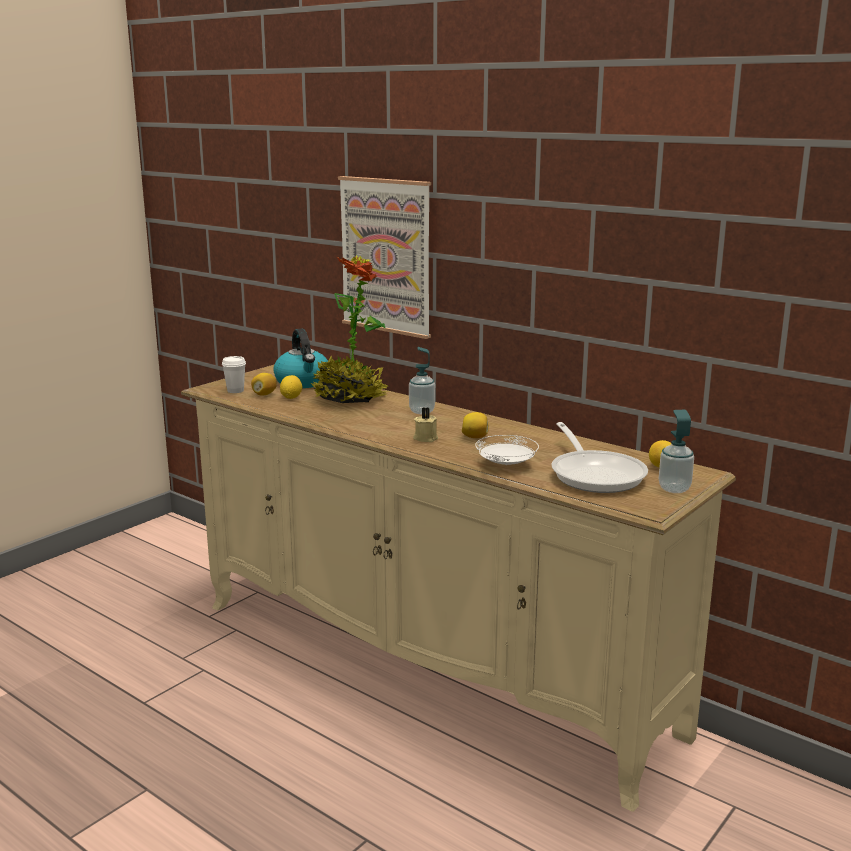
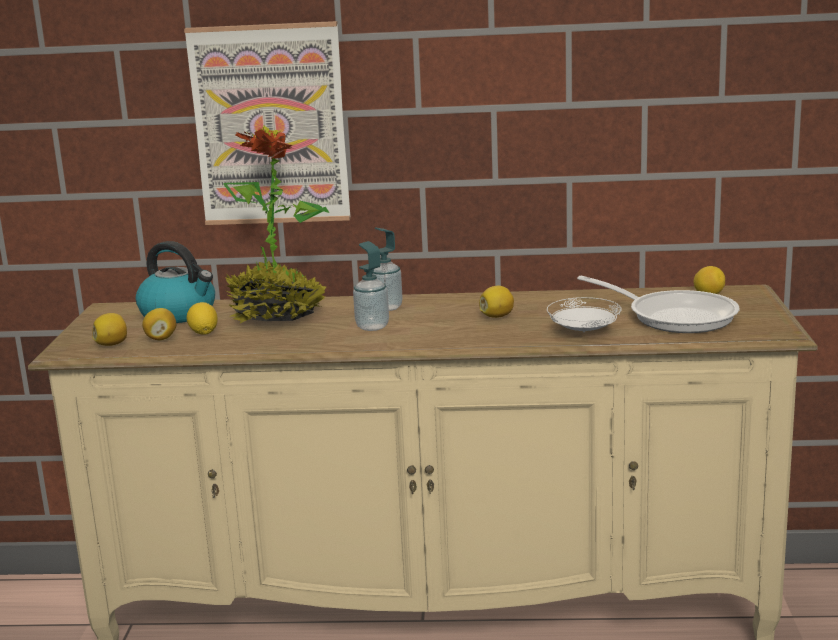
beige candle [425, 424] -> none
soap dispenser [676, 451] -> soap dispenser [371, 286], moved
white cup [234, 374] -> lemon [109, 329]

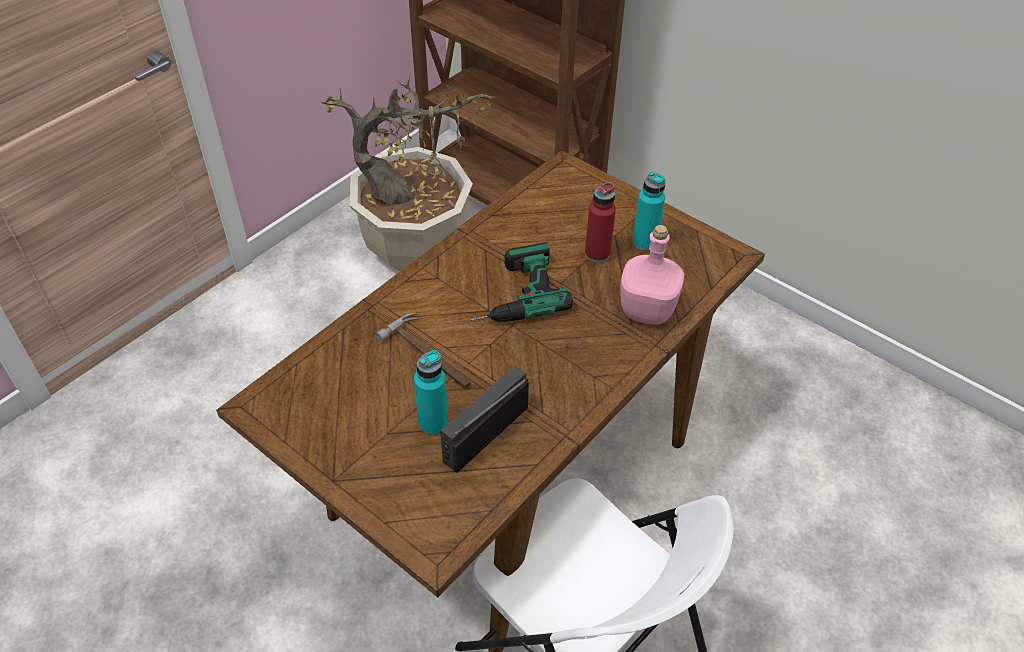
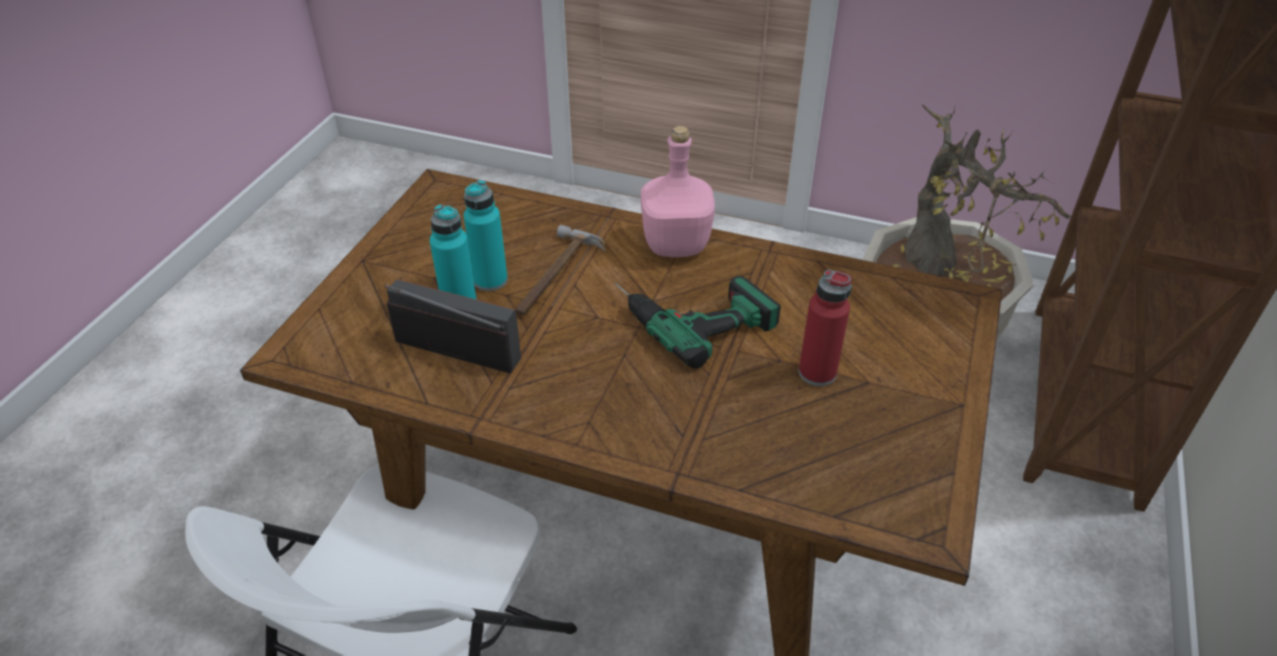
pink bottle [652, 275] -> pink bottle [678, 191], moved
turquoise bottle [648, 211] -> turquoise bottle [486, 235], moved

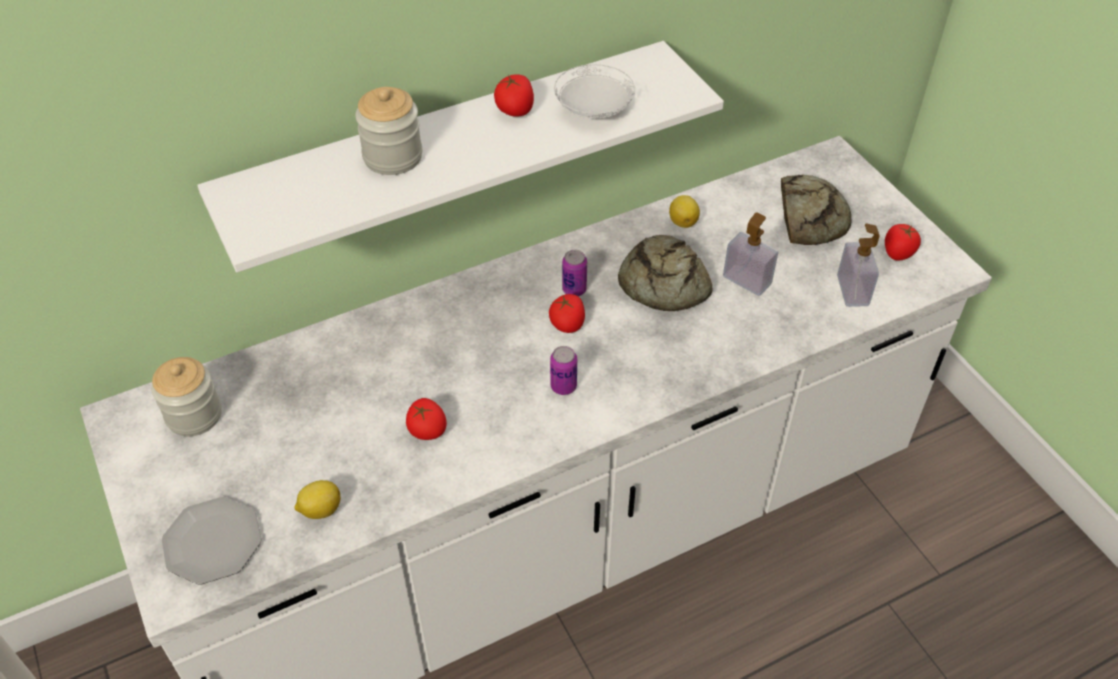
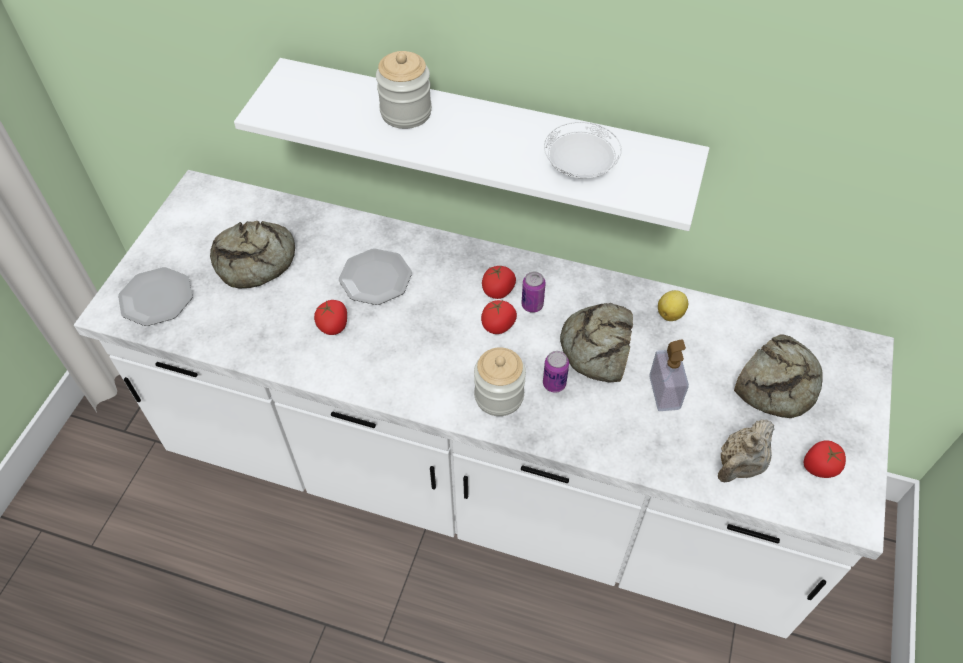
lemon [318, 499] -> none
none -> bread [252, 255]
none -> plate [375, 276]
jar [186, 396] -> jar [500, 381], moved
tomato [514, 95] -> tomato [499, 282], moved
can [563, 370] -> can [556, 372], moved
soap dispenser [858, 265] -> beige teapot [746, 450]

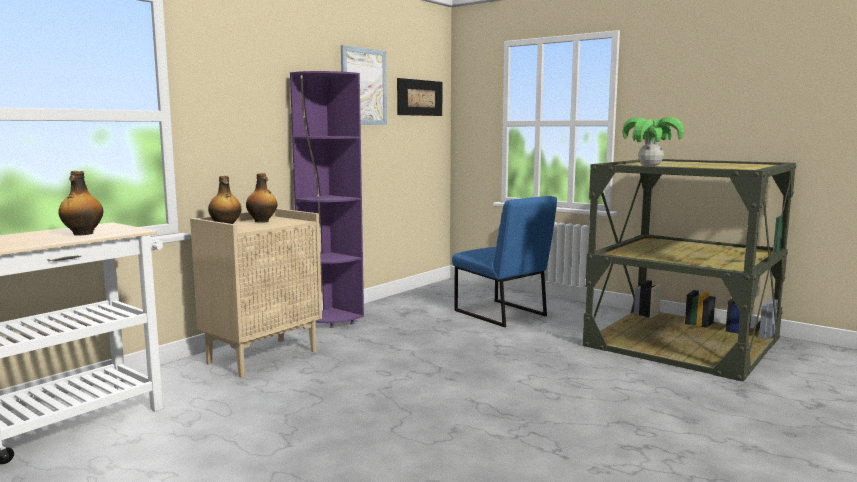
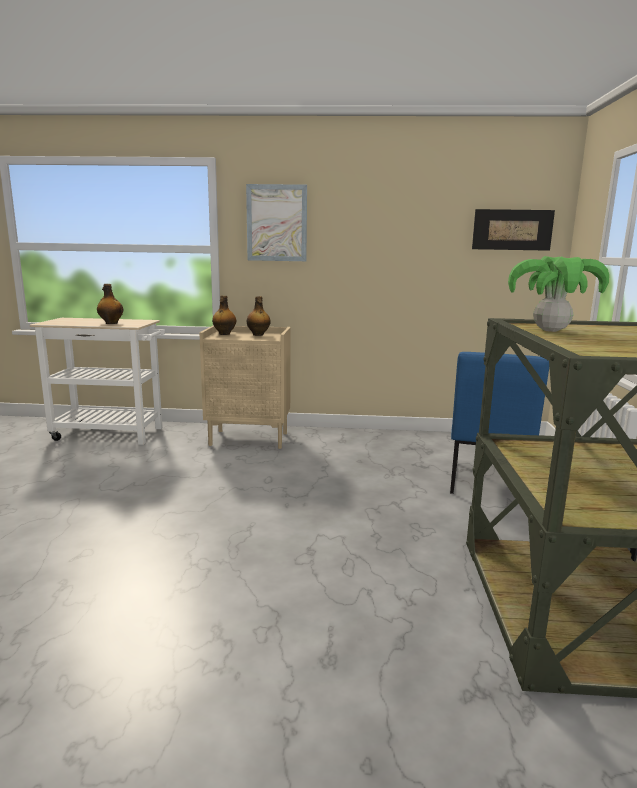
purple bookcase [327, 199] -> none
picture [364, 85] -> picture [276, 222], moved

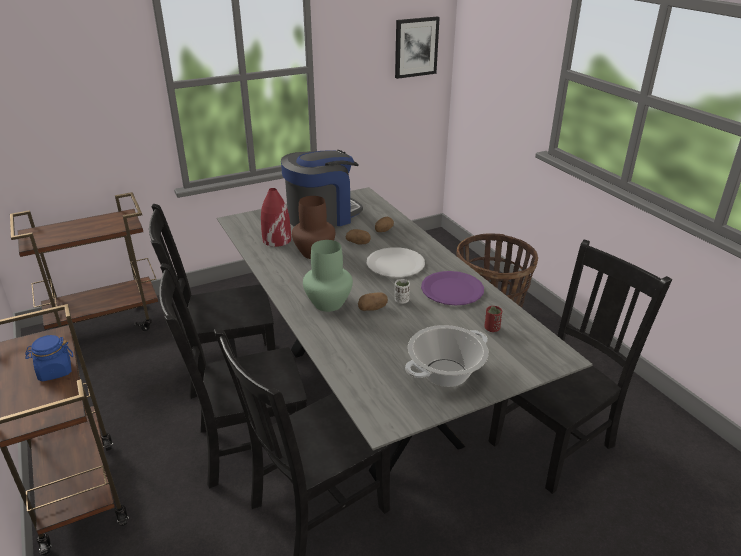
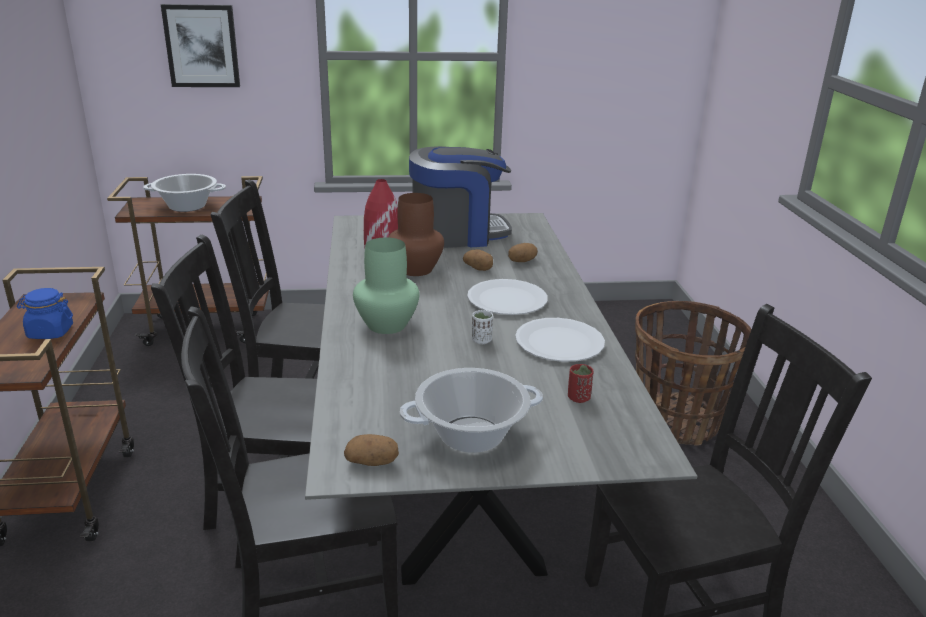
none -> cooking pot [184, 193]
potato [373, 301] -> potato [371, 450], moved
picture [417, 47] -> picture [200, 45], moved
purple plate [452, 288] -> white plate [560, 340]

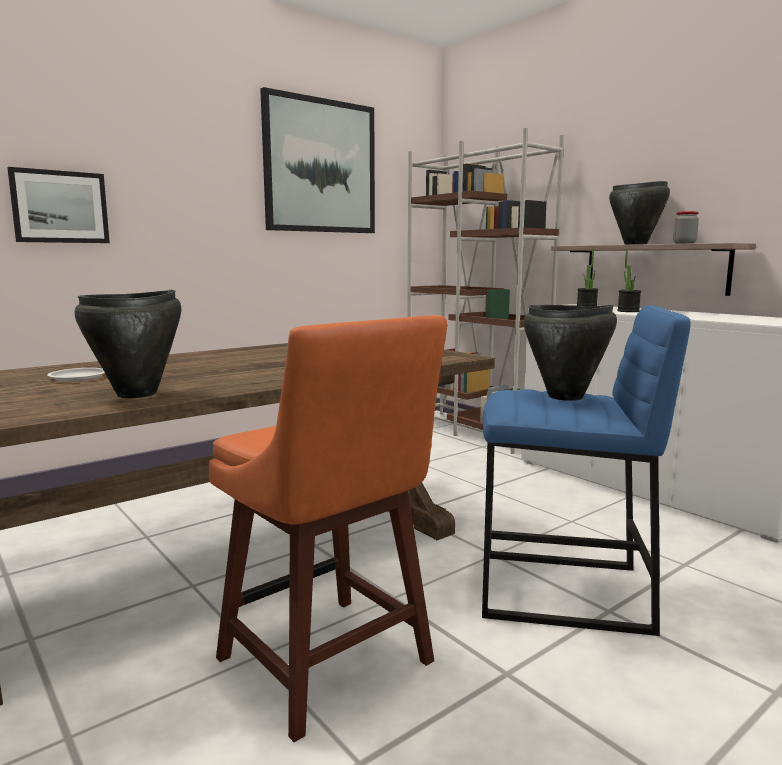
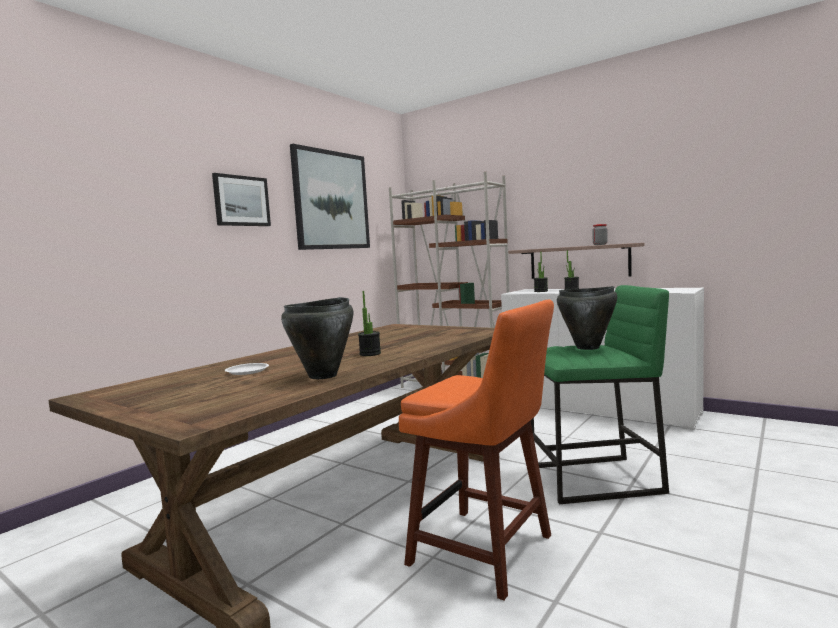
black cooking pot [639, 213] -> none
none -> potted plant [369, 323]
picture [58, 205] -> picture [241, 199], moved
blue stool [586, 471] -> green stool [600, 394]

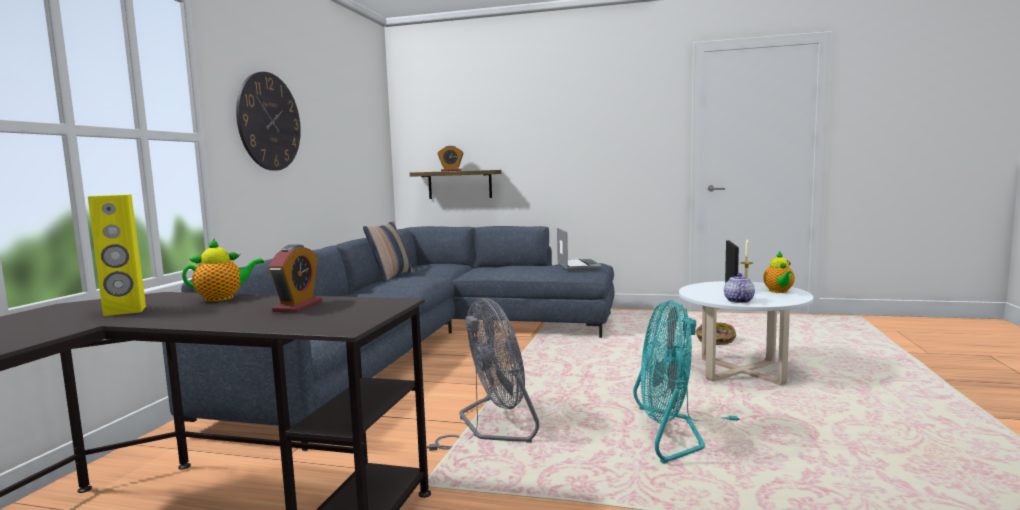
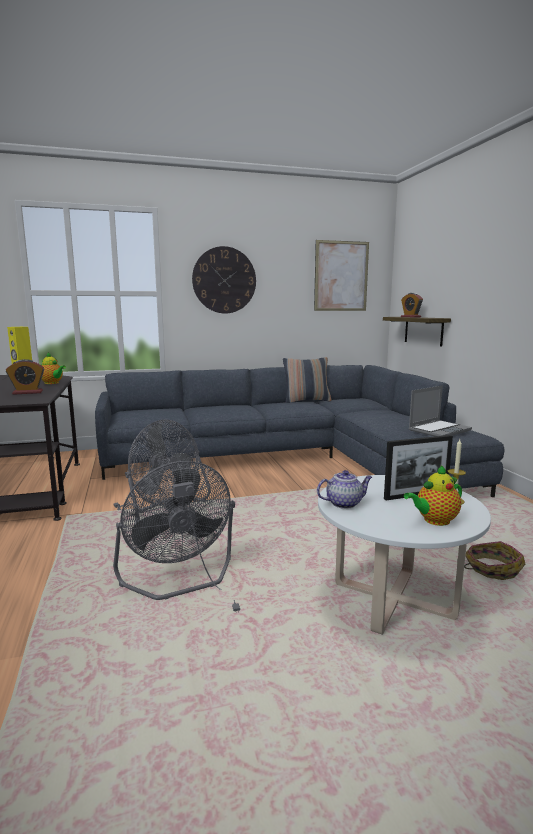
none -> picture [341, 275]
turquoise fan [686, 382] -> grey fan [176, 536]

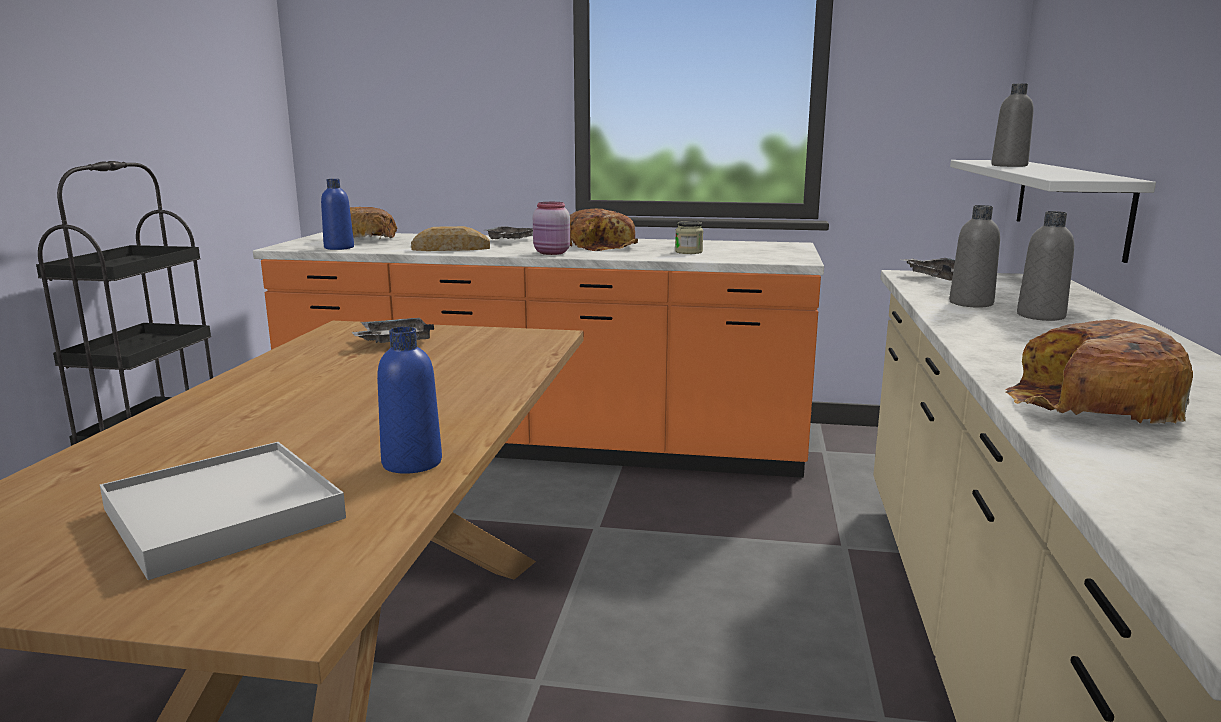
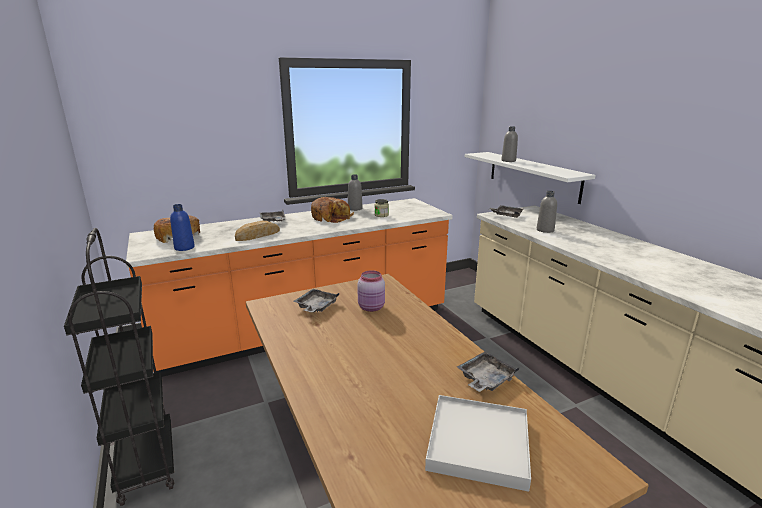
bread [1099, 371] -> none
pink jar [551, 228] -> pink jar [371, 291], moved
grey bottle [1045, 266] -> grey bottle [355, 193], moved
blue bottle [409, 400] -> grey tray [488, 372]

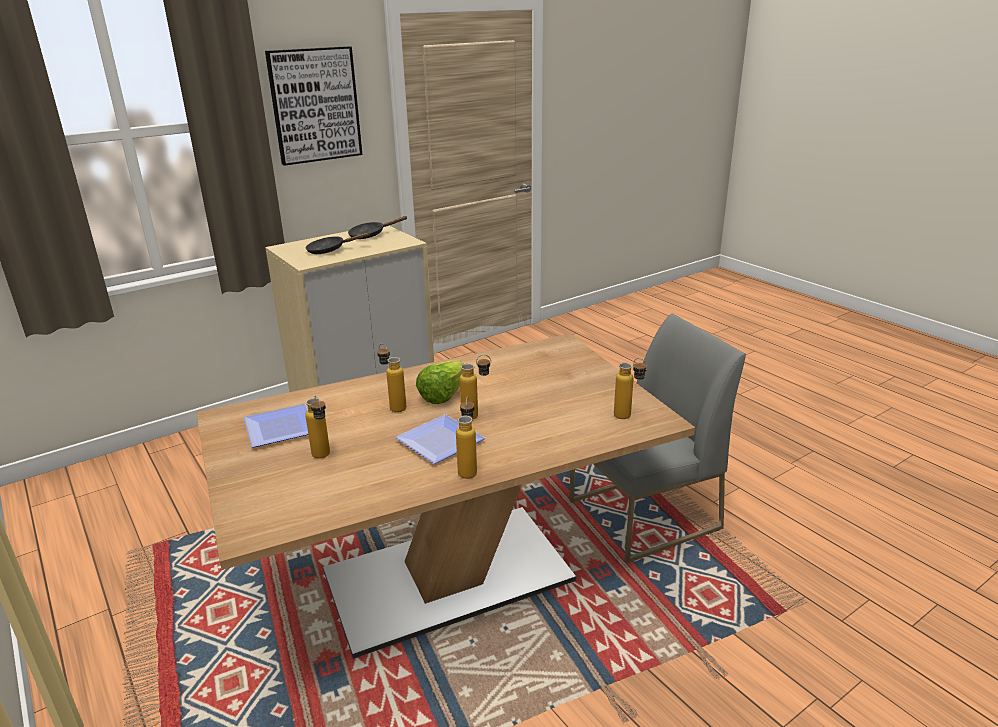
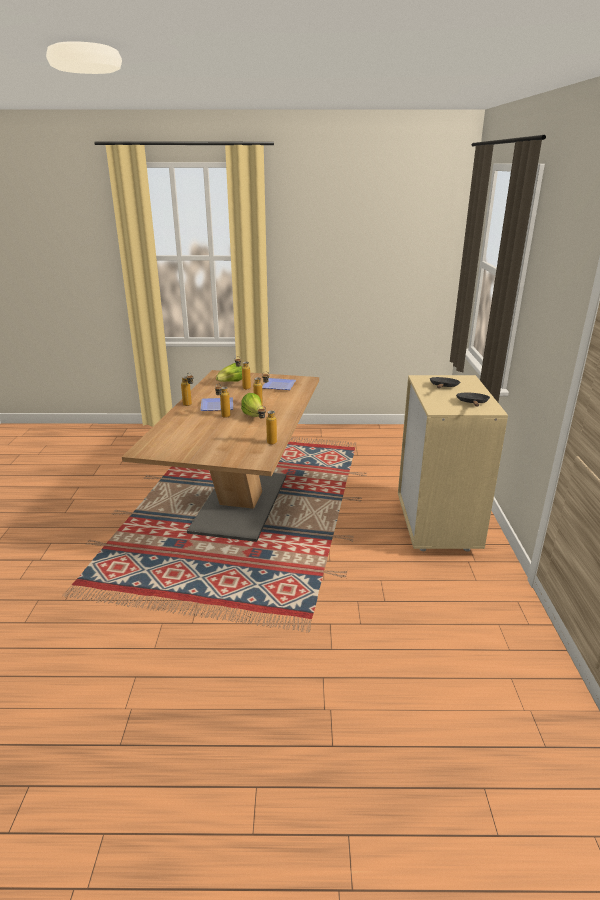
picture [313, 106] -> none
grey chair [657, 438] -> none
none -> lettuce [229, 372]
bottle [630, 388] -> bottle [267, 425], moved

